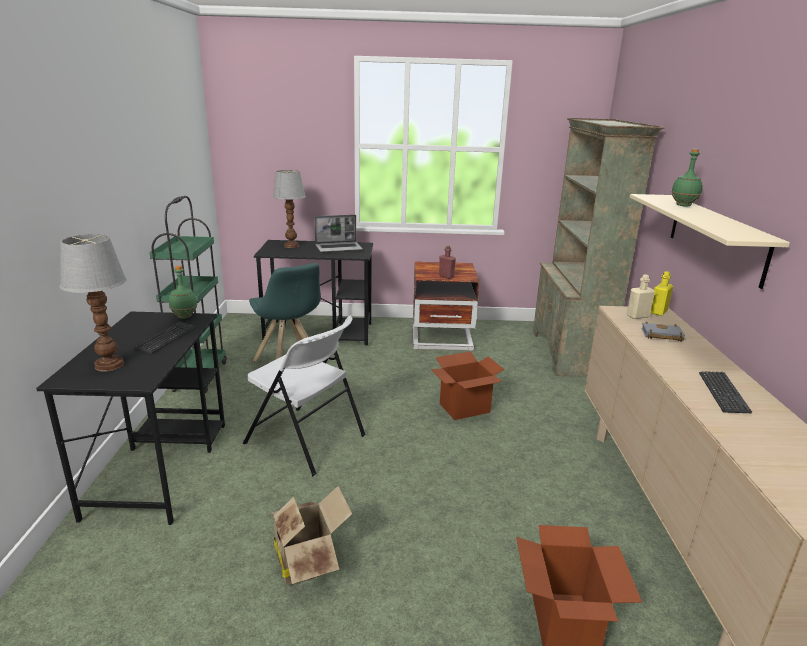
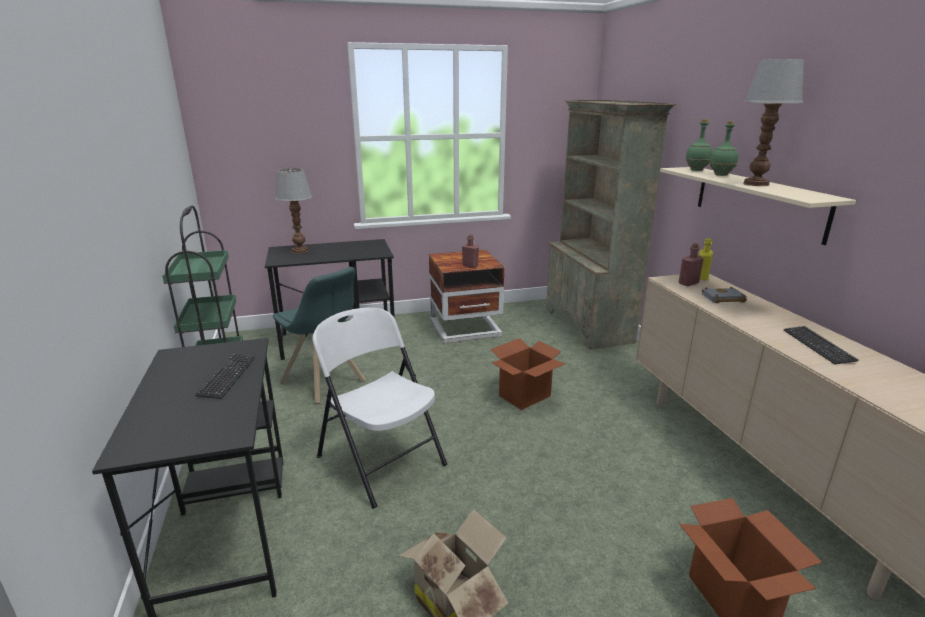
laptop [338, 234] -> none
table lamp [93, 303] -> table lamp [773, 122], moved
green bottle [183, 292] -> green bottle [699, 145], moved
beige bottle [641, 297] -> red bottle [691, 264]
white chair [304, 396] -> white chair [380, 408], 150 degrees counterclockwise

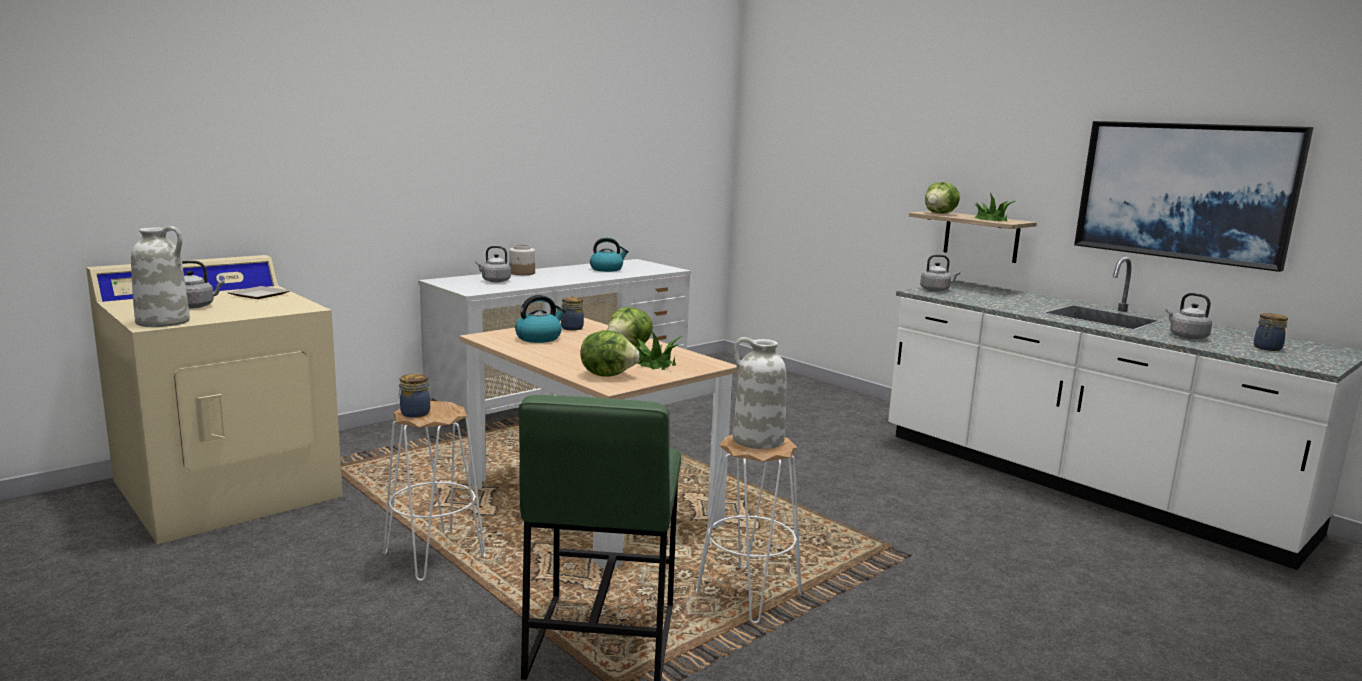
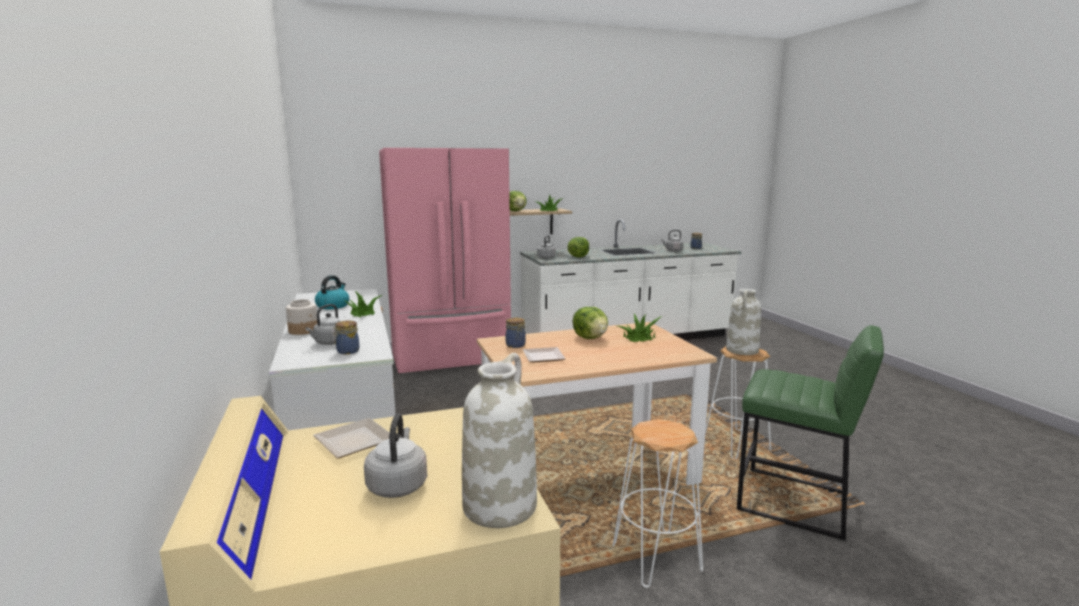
picture [1193, 196] -> none
none -> potted plant [363, 304]
none -> pink fridge [445, 260]
jar [414, 395] -> jar [346, 337], moved
lettuce [610, 353] -> lettuce [578, 247], moved
kettle [540, 319] -> plate [544, 354]

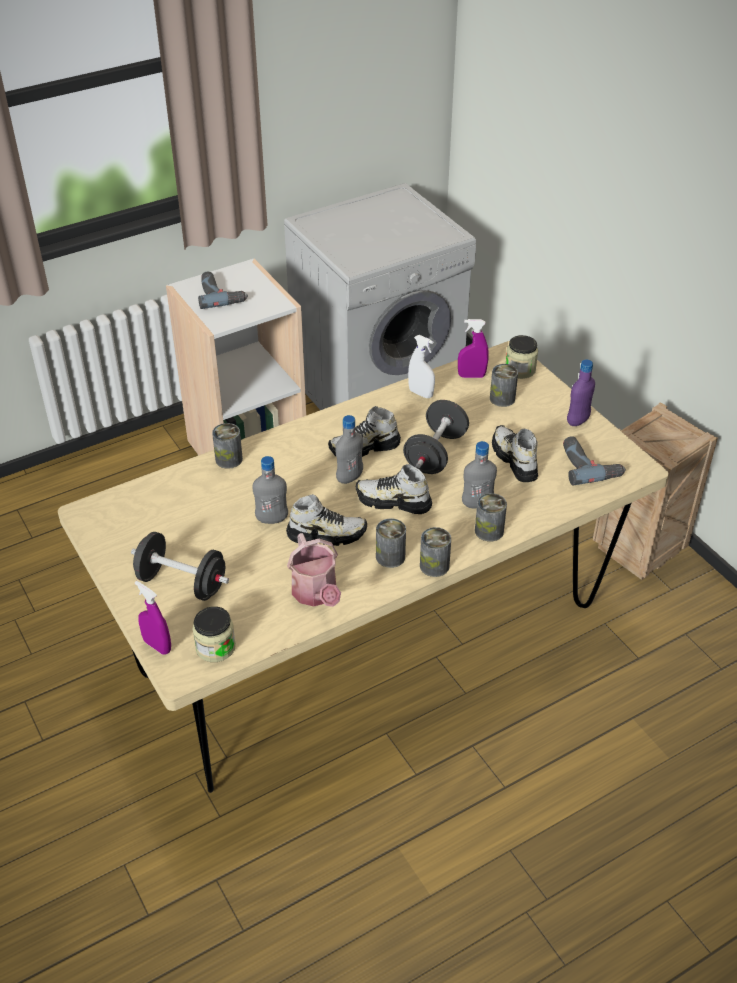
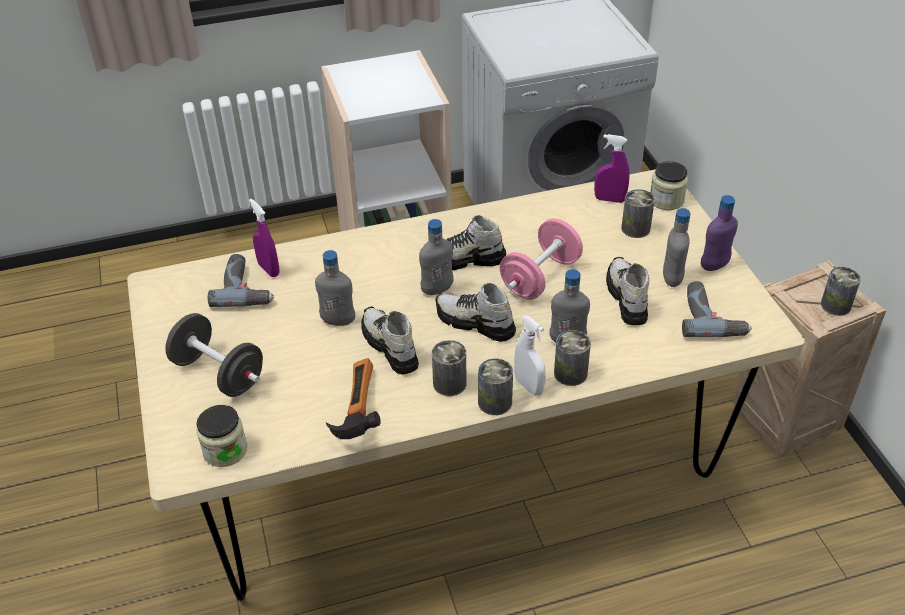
none -> grey bottle [677, 247]
purple spray bottle [153, 618] -> purple spray bottle [264, 238], moved
power drill [223, 290] -> power drill [241, 280], moved
can [227, 446] -> can [841, 291], moved
white spray bottle [421, 366] -> white spray bottle [530, 355], moved
watering can [314, 570] -> hammer [353, 398]
black dumbbell [436, 437] -> pink dumbbell [541, 258]
shoe [326, 520] -> shoe [390, 340], 135 degrees counterclockwise

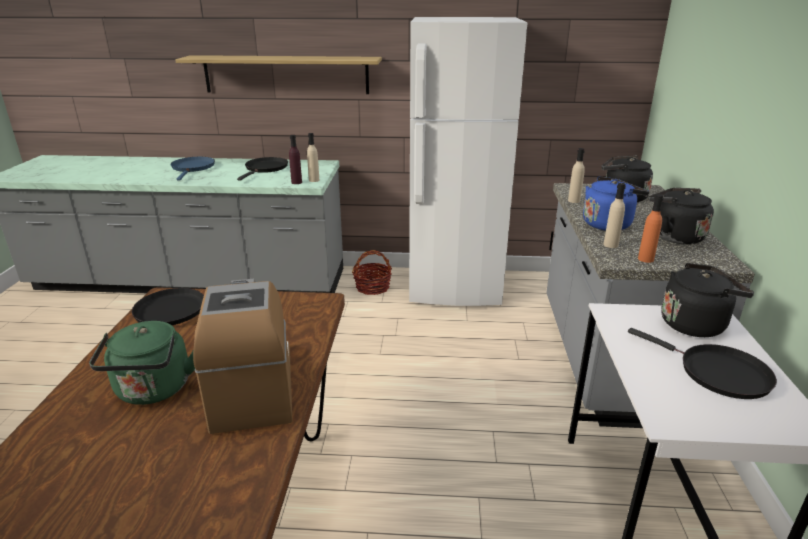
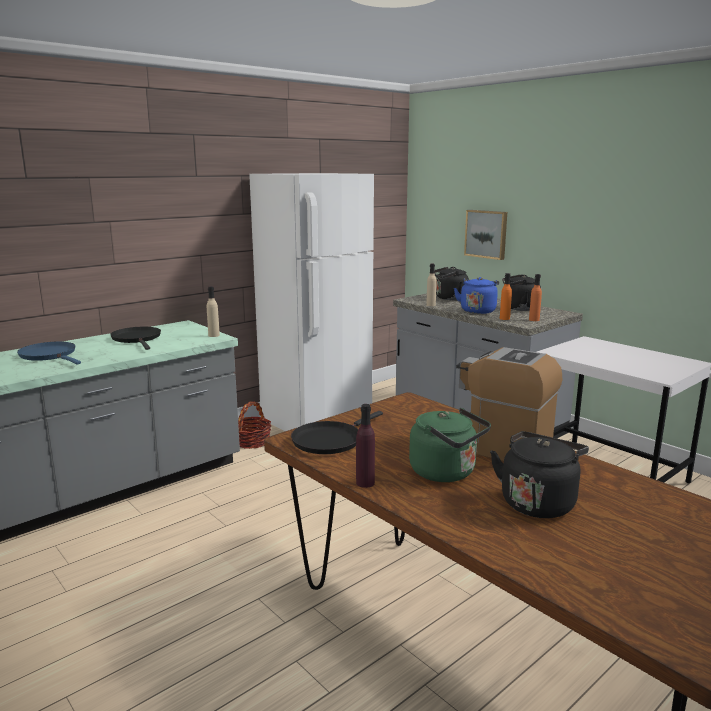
shelf [278, 74] -> none
black frying pan [702, 363] -> none
none -> picture [485, 235]
purple bottle [295, 159] -> purple bottle [365, 446], moved
black kettle [707, 300] -> black kettle [539, 474], moved
beige bottle [614, 215] -> orange bottle [506, 296]

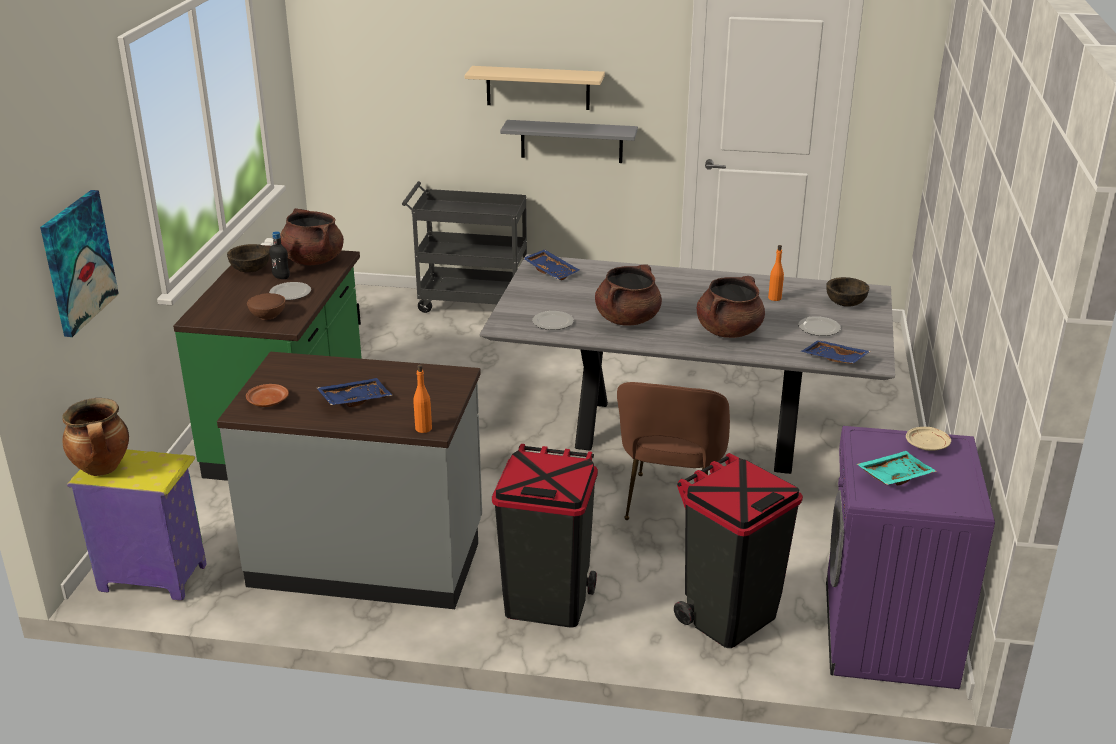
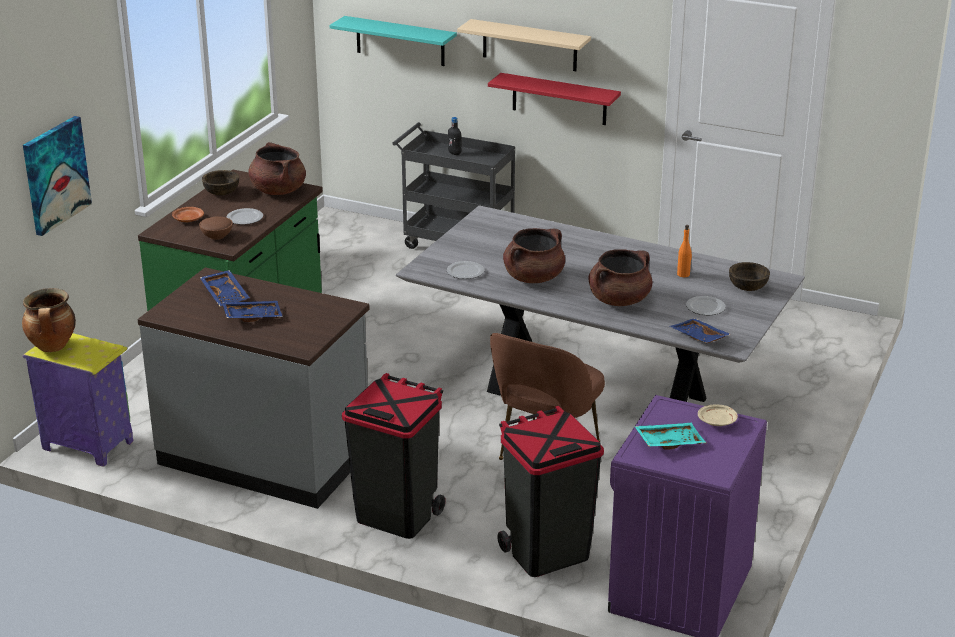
orange bottle [422, 399] -> none
none -> turquoise shelf [393, 41]
brown plate [267, 395] -> brown plate [188, 214], moved
black bottle [279, 255] -> black bottle [455, 136], moved
blue tray [551, 264] -> blue tray [225, 288], moved
grey shelf [569, 141] -> red shelf [554, 99]

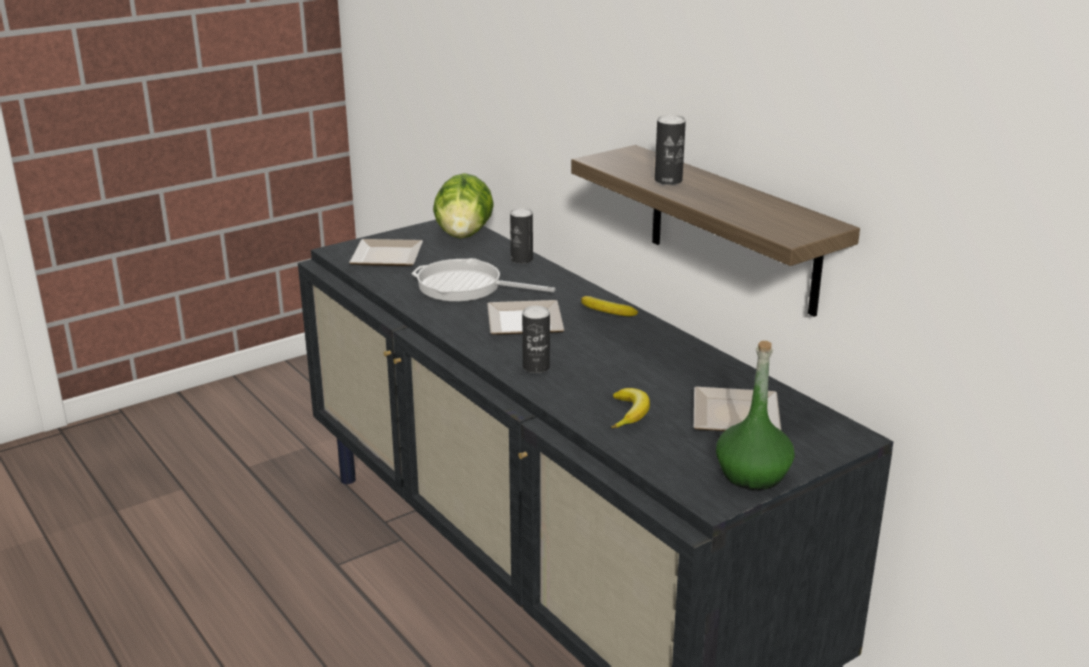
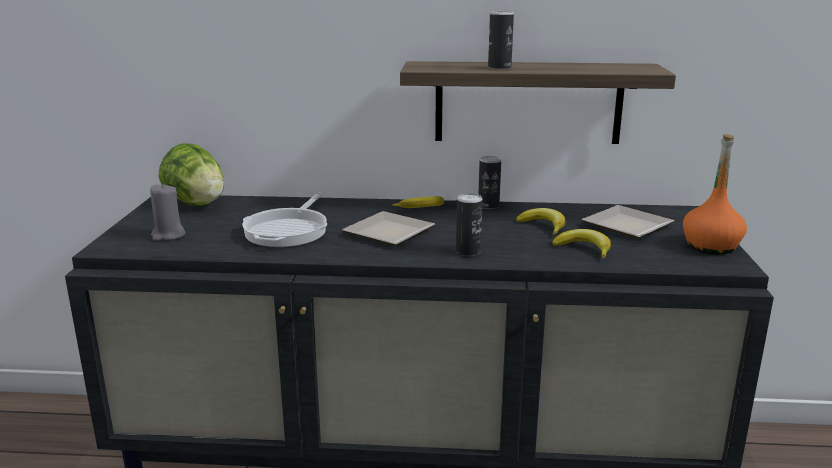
none -> banana [540, 221]
can [521, 236] -> can [489, 182], moved
plate [386, 252] -> grey candle [167, 212]
green bottle [755, 415] -> orange bottle [715, 194]
frying pan [483, 280] -> frying pan [284, 219], 45 degrees counterclockwise

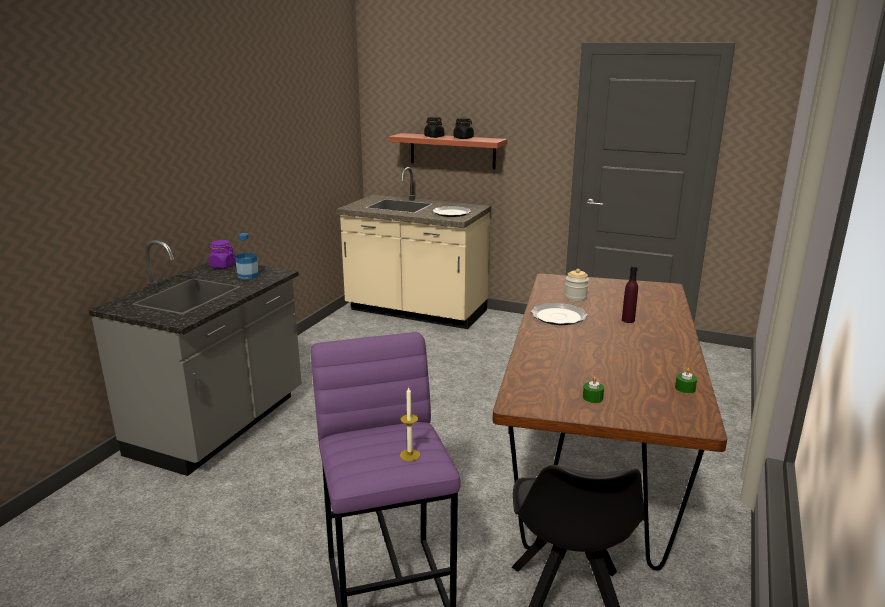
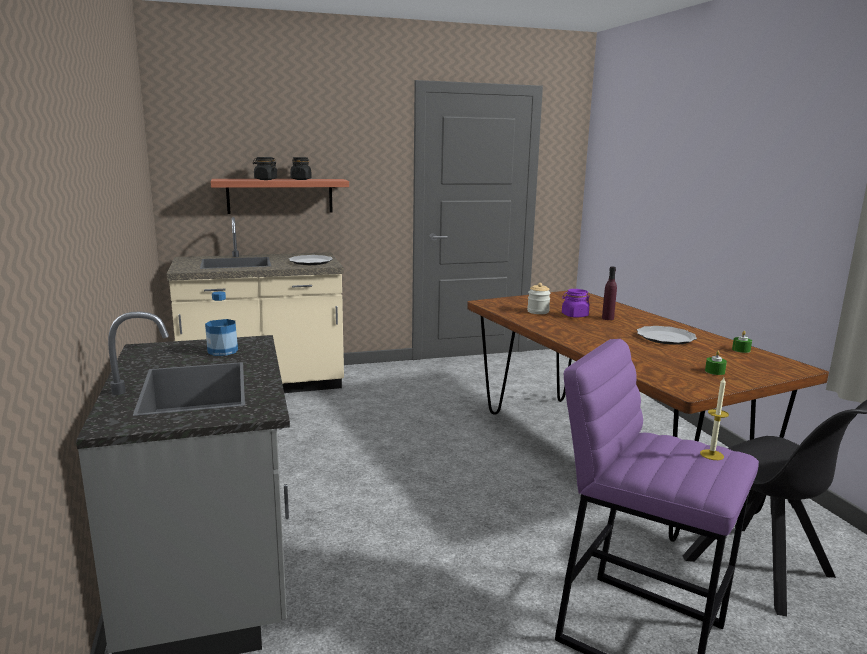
purple jar [222, 254] -> purple jar [576, 303], moved
plate [559, 314] -> plate [667, 335], moved

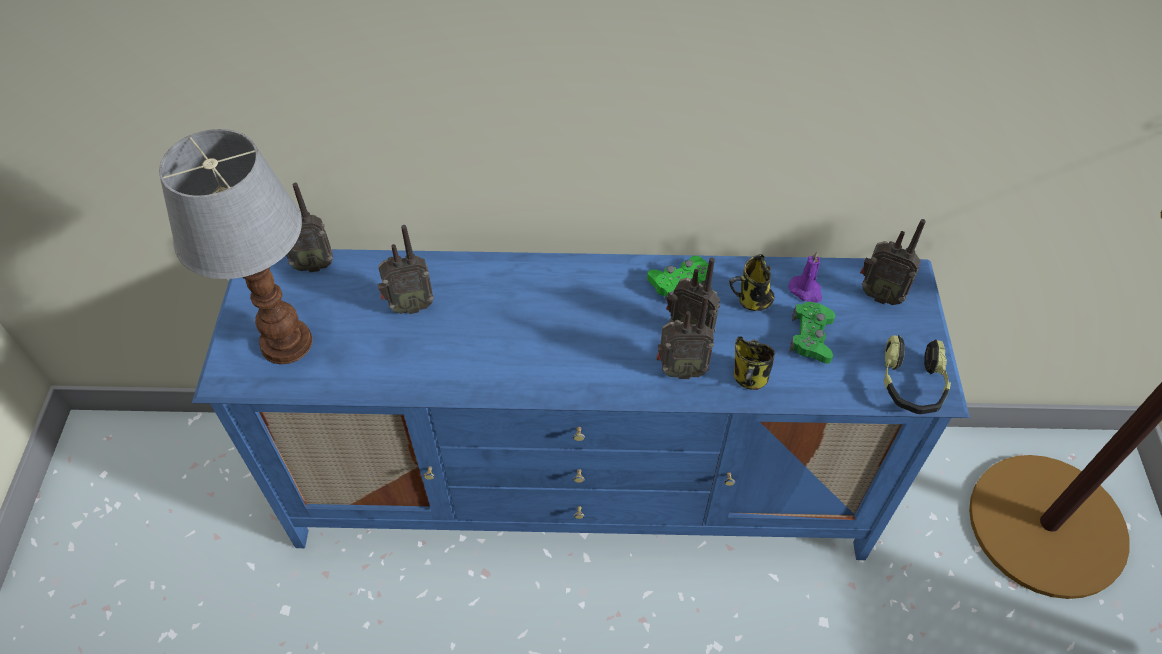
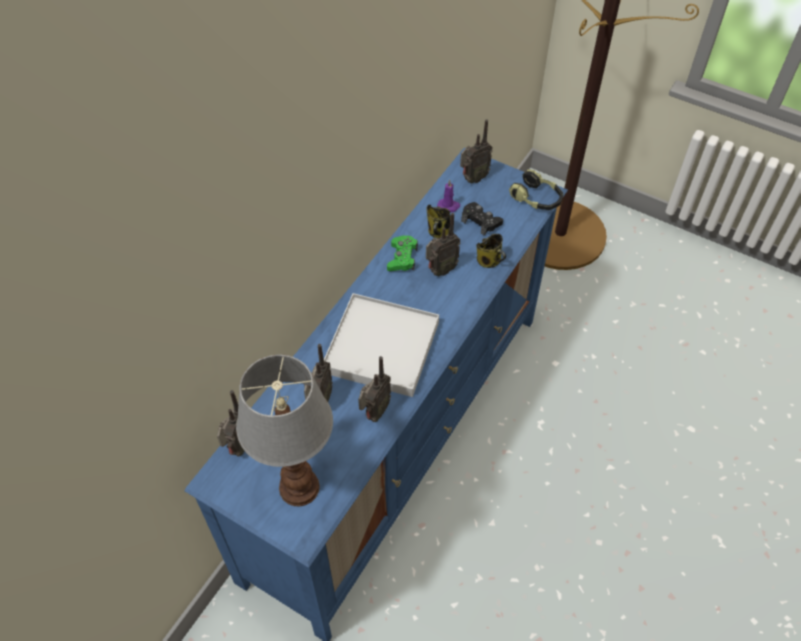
none -> white tray [381, 345]
radio [685, 337] -> radio [374, 389], moved
green game controller [812, 333] -> black game controller [482, 219]

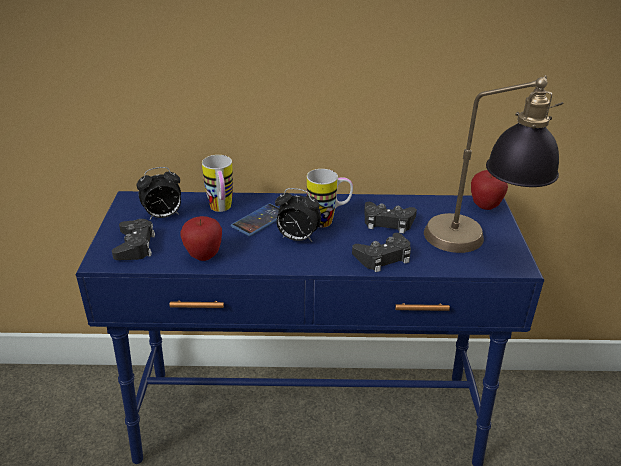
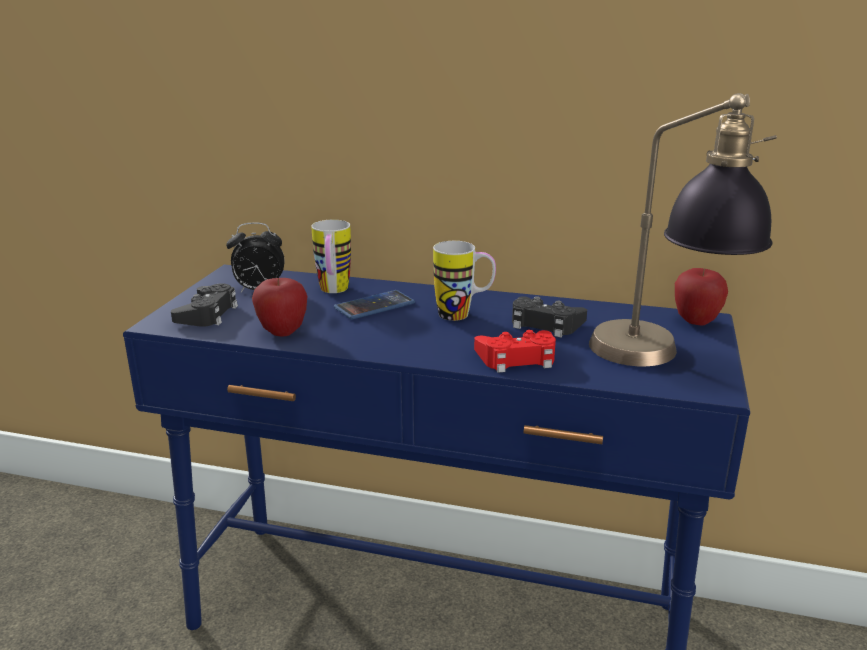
alarm clock [298, 215] -> none
black game controller [381, 252] -> red game controller [515, 351]

